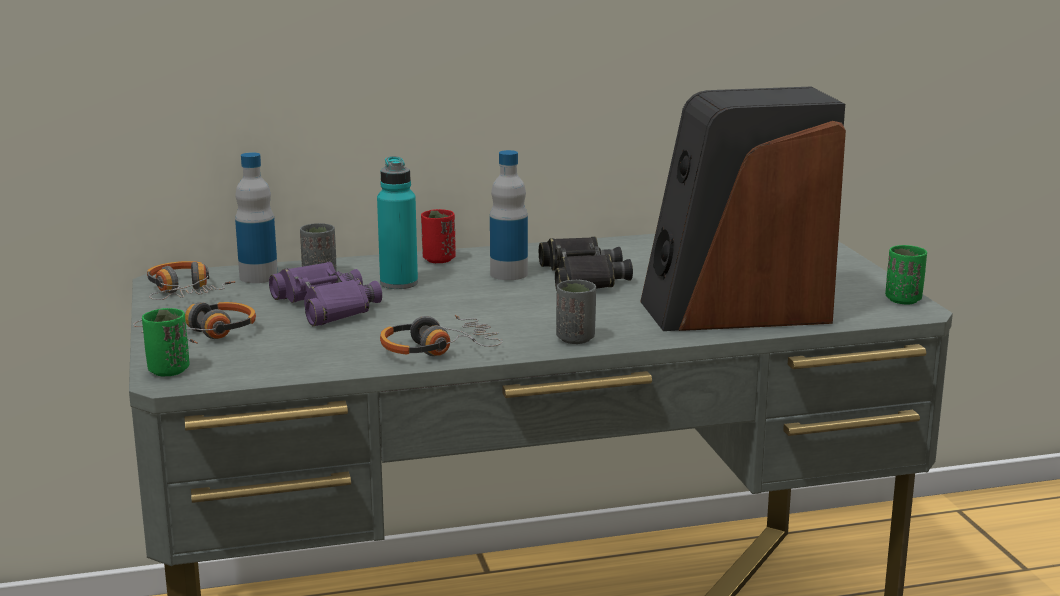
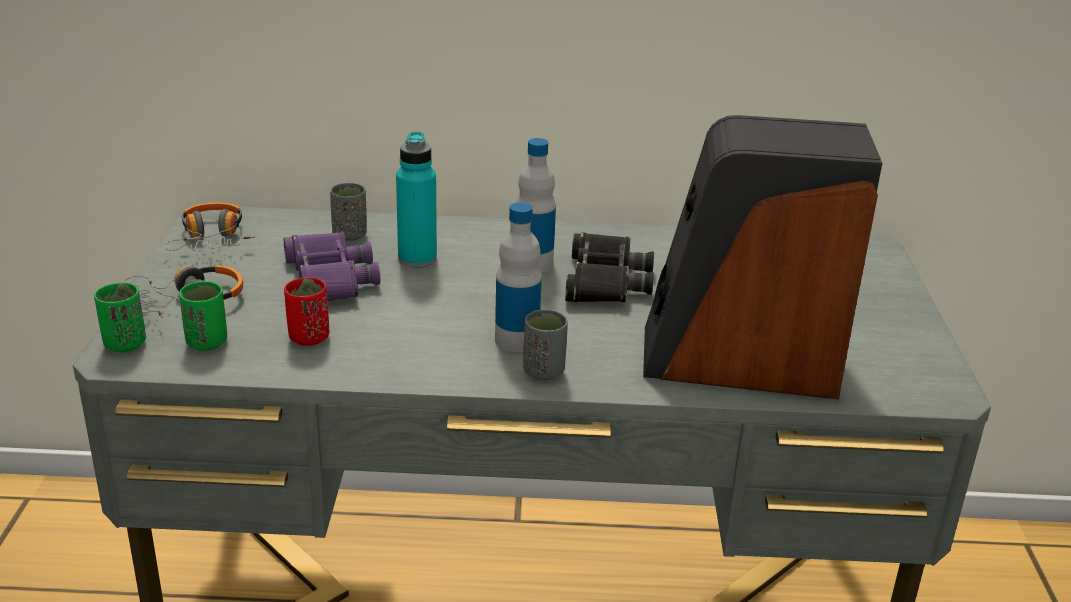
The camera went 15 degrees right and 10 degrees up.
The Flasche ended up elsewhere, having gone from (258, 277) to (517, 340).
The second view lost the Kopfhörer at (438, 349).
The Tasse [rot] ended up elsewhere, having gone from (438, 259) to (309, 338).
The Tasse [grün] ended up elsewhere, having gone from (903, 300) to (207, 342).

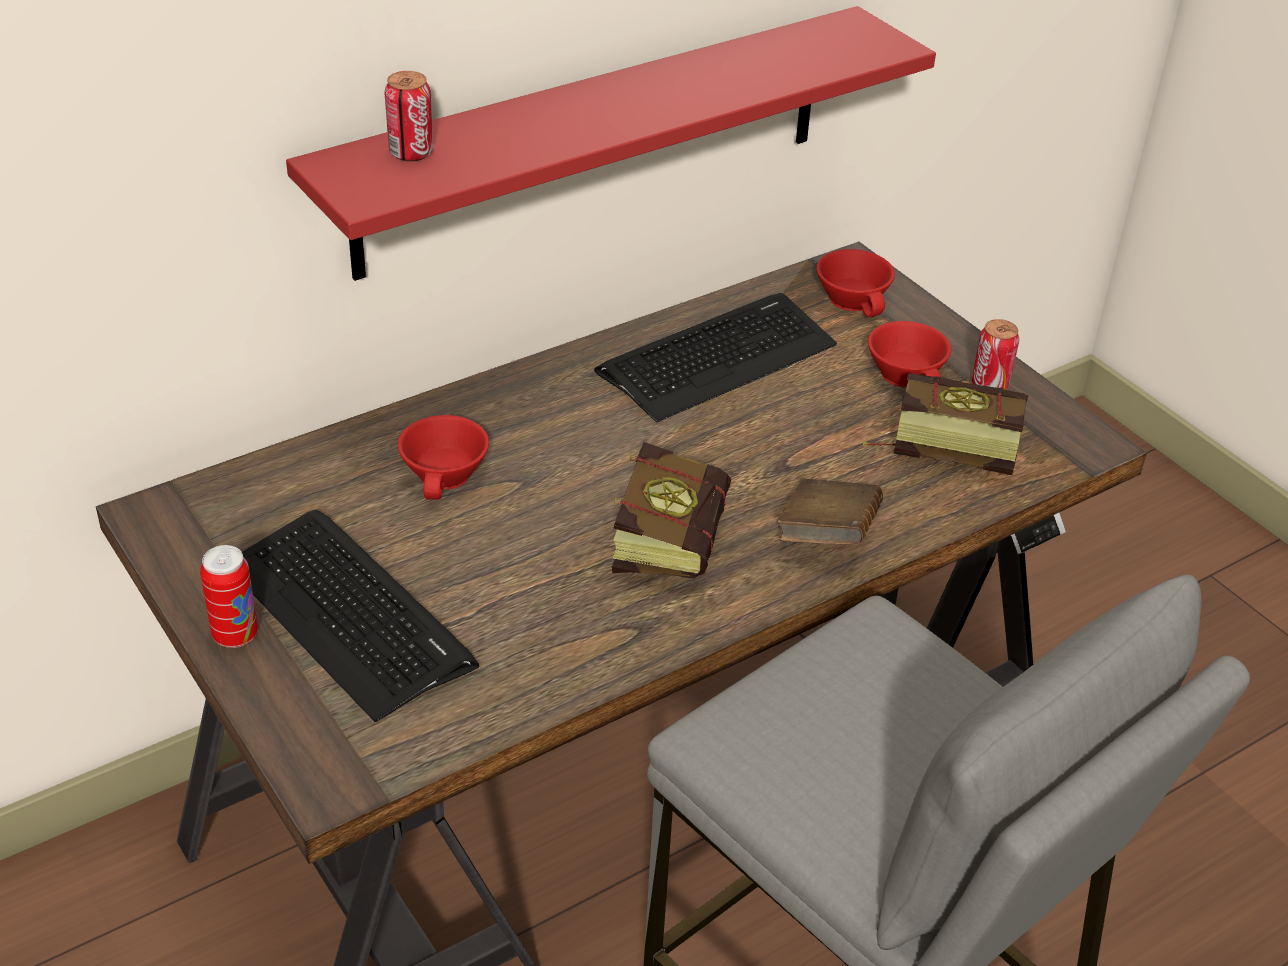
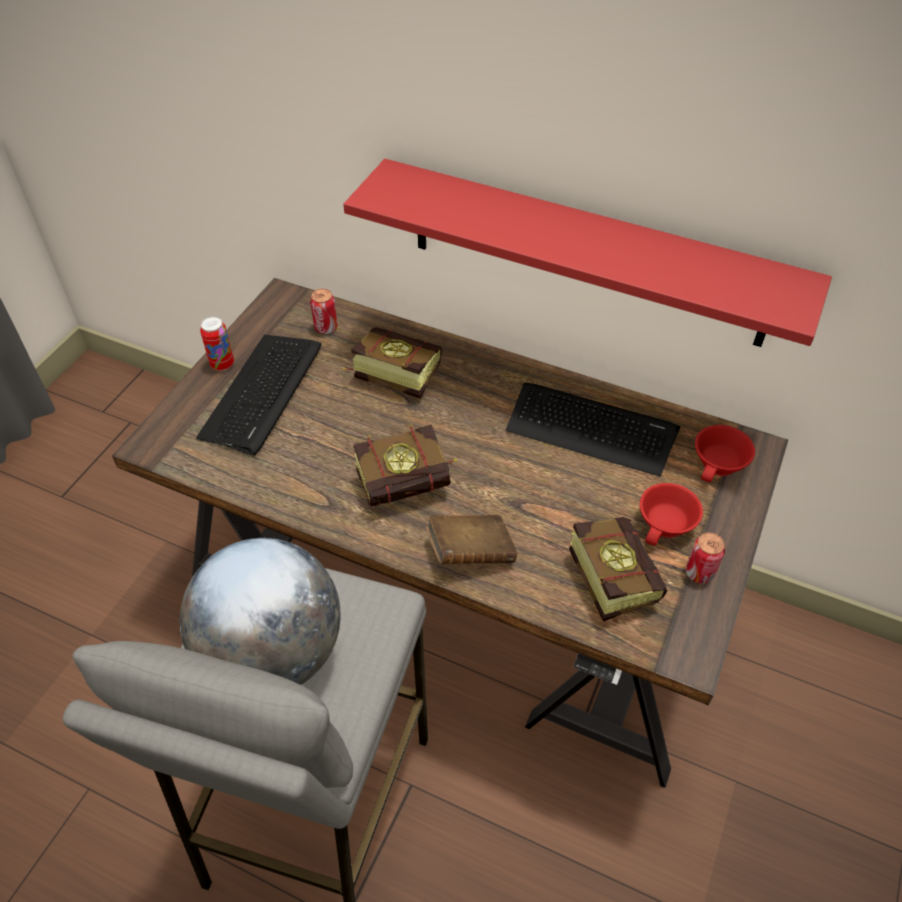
The camera went 60 degrees right and 10 degrees up.
The Dose ended up elsewhere, having gone from (411, 153) to (326, 328).
Where the Tasse [rot] stood at (447, 475), the Buch came to stand at (389, 373).
The second view gained the Globus at (272, 653).

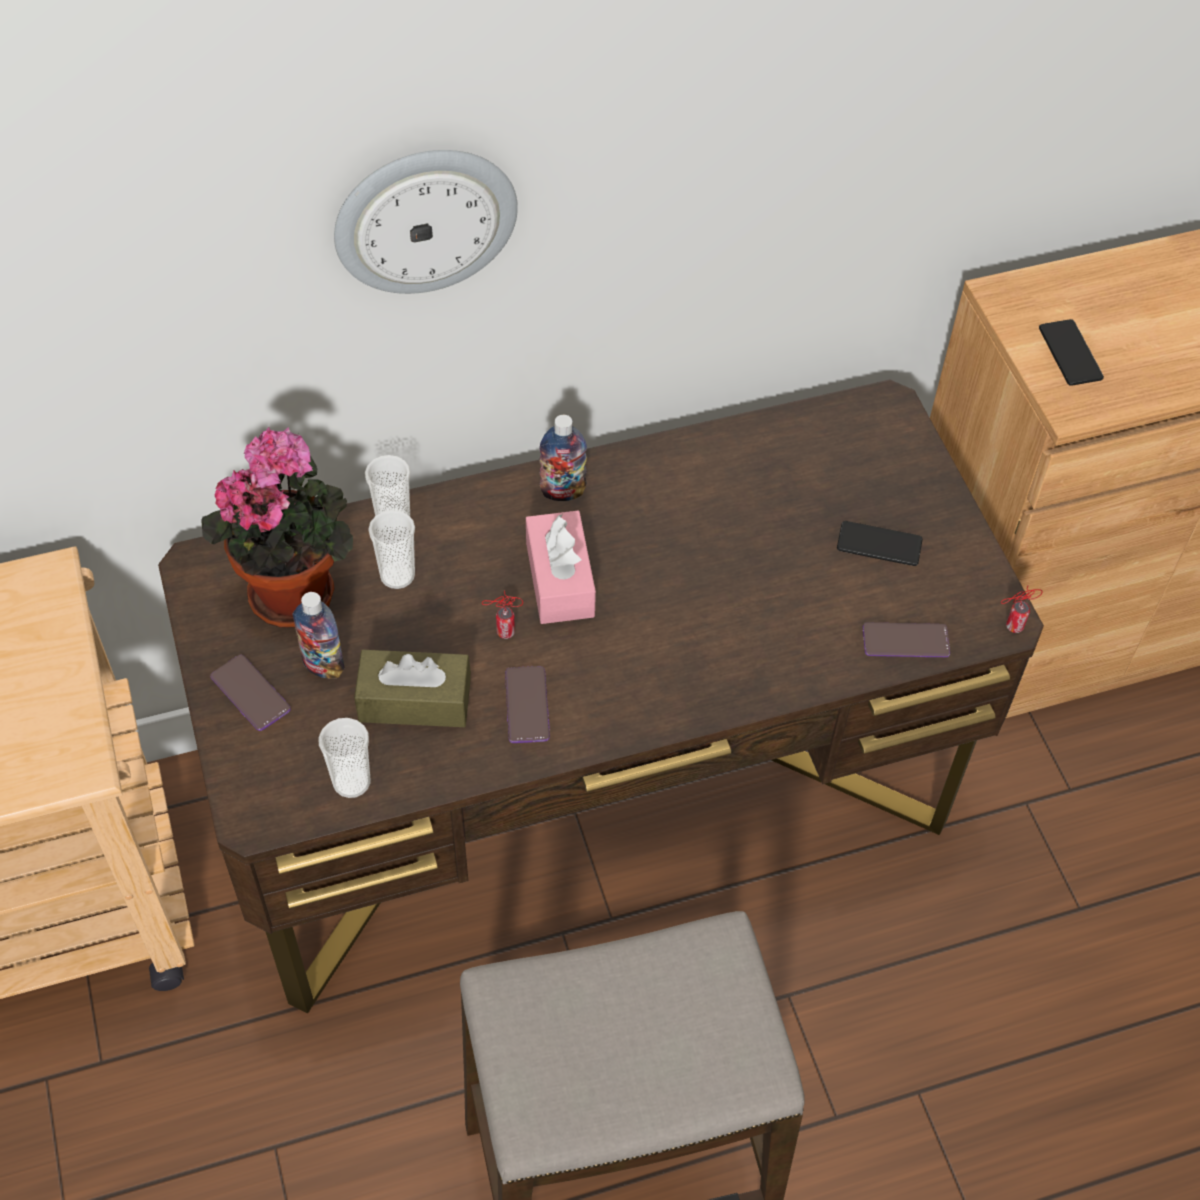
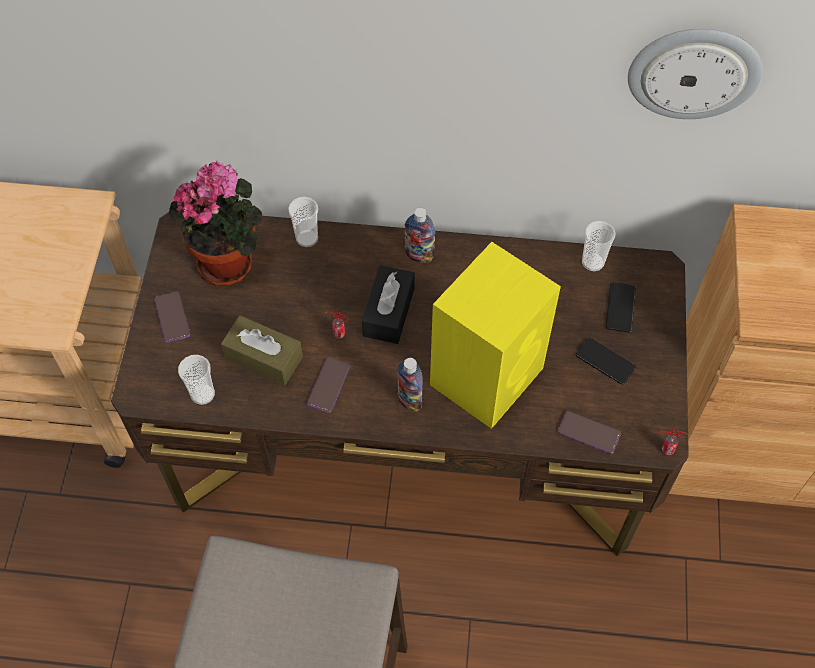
The camera went 25 degrees right and 5 degrees up.
The Flasche ended up elsewhere, having gone from (323, 666) to (409, 400).
The Wanduhr ended up elsewhere, having gone from (425, 219) to (694, 72).
The Tasse ended up elsewhere, having gone from (397, 575) to (592, 262).
What was the Taschentuchbox [rosa] at (560, 580) turned into the Taschentuchbox [schwarz] at (388, 312).
The Handy ended up elsewhere, having gone from (1070, 353) to (620, 307).
The second view gained the Lautsprecher [gelb] at (488, 374).

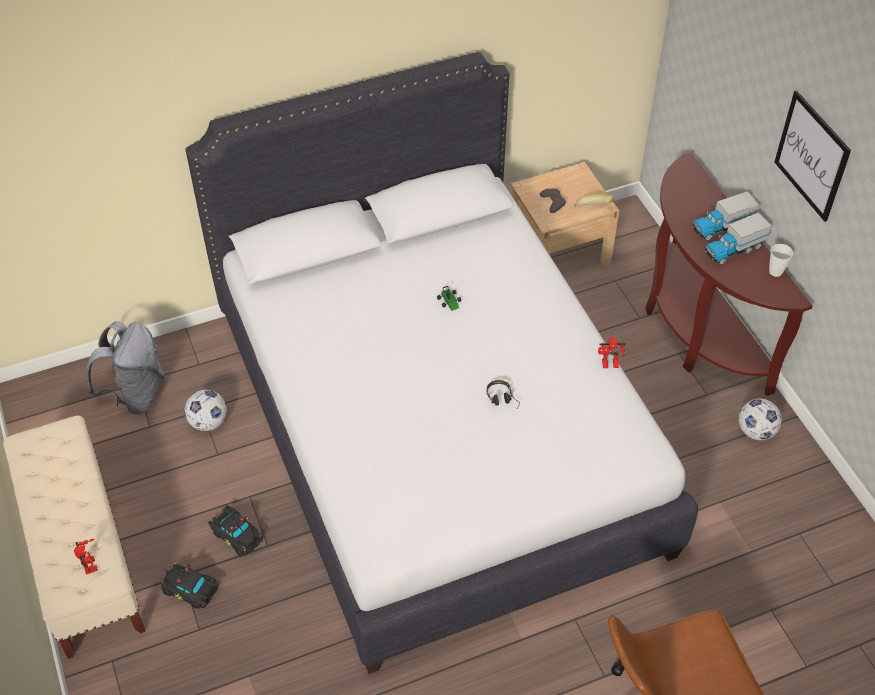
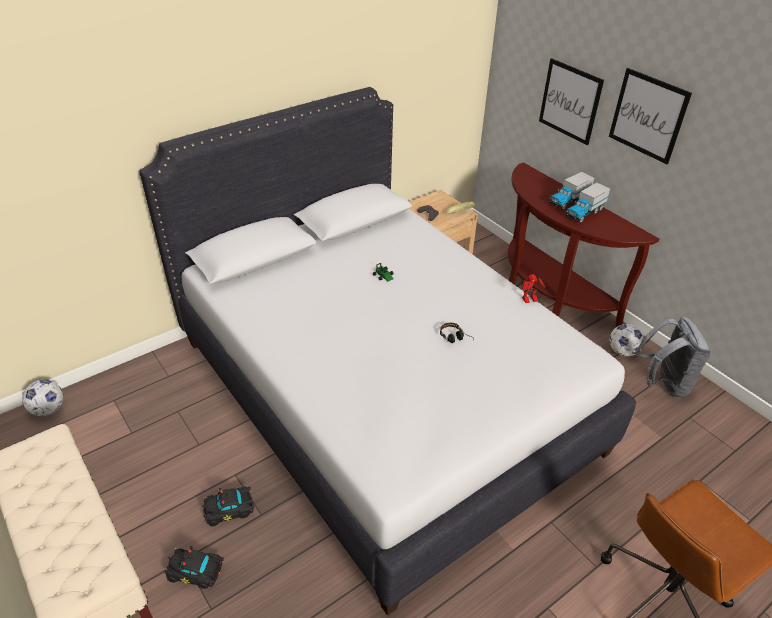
The camera went 15 degrees left and 10 degrees down.
The second view lost the Spielzeugroboter at (92, 566).
The Rucksack [grau] ended up elsewhere, having gone from (136, 394) to (663, 383).
The Fußball ended up elsewhere, having gone from (208, 422) to (48, 409).
The Spielzeugauto [schwarz] at (237, 534) ended up facing another way, 135 degrees clockwise from before.
The second view lost the Tasse at (775, 272).
The second view gained the Bild at (570, 101).

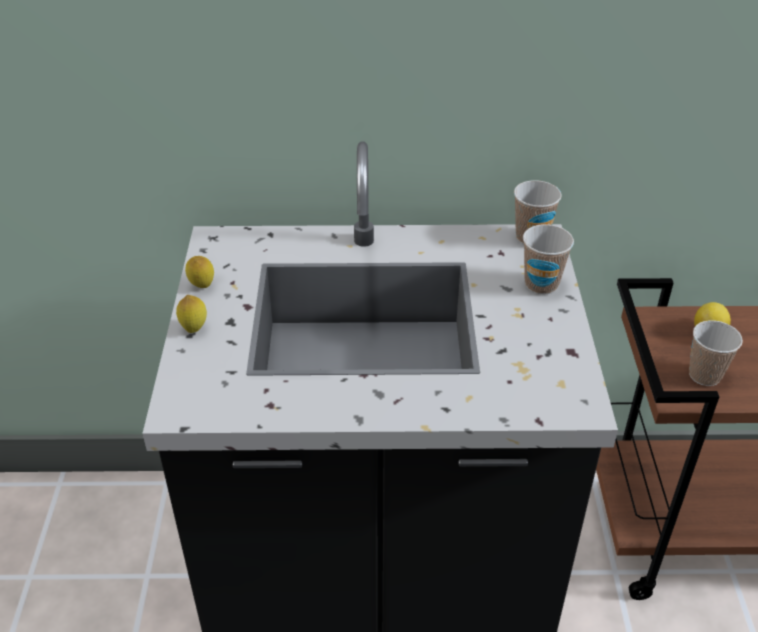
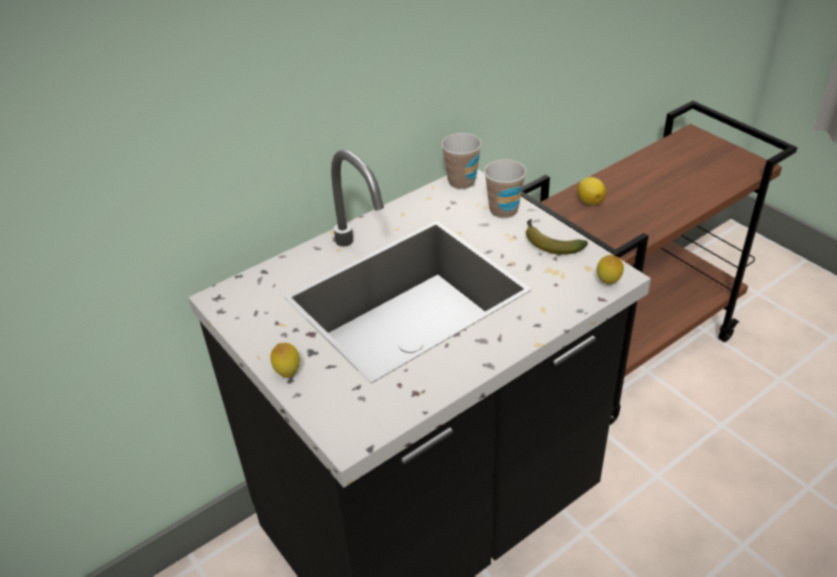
The camera went 35 degrees left and 0 degrees up.
The Zitrone ended up elsewhere, having gone from (202, 287) to (608, 283).
The second view lost the Tasse at (704, 375).
The second view gained the Banane at (549, 243).

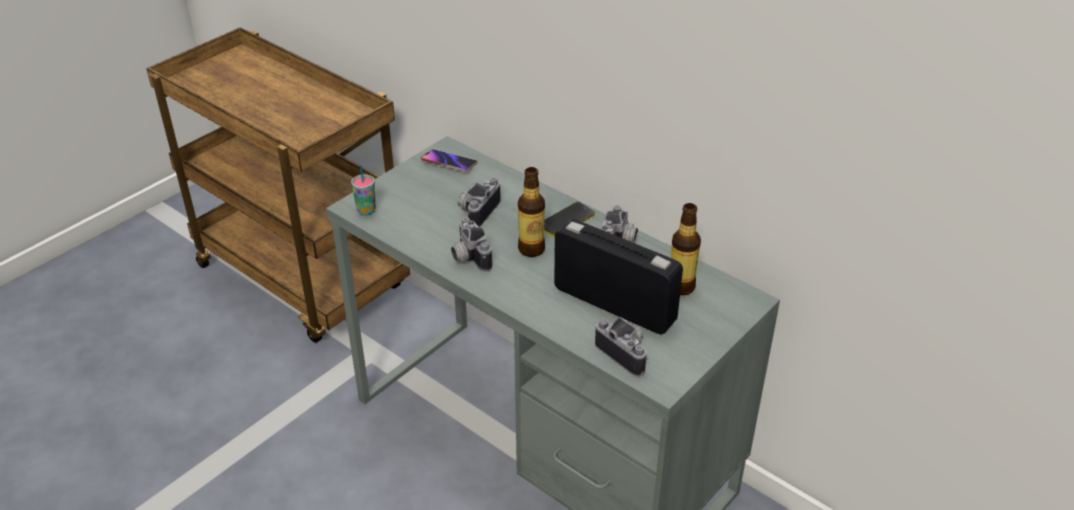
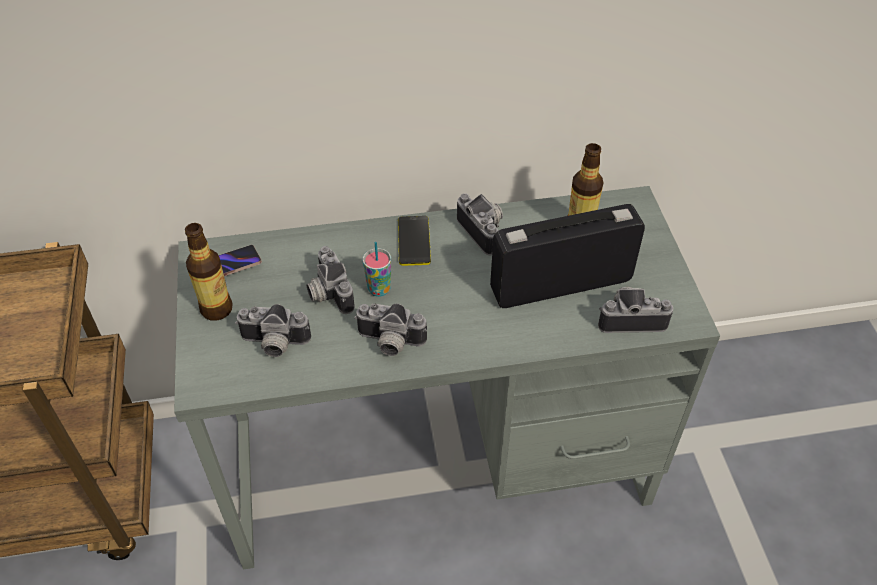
The camera went 50 degrees left and 10 degrees up.
The Tasse ended up elsewhere, having gone from (366, 211) to (379, 289).
The Flasche ended up elsewhere, having gone from (531, 249) to (216, 309).
The second view gained the Kamera at (274, 345).

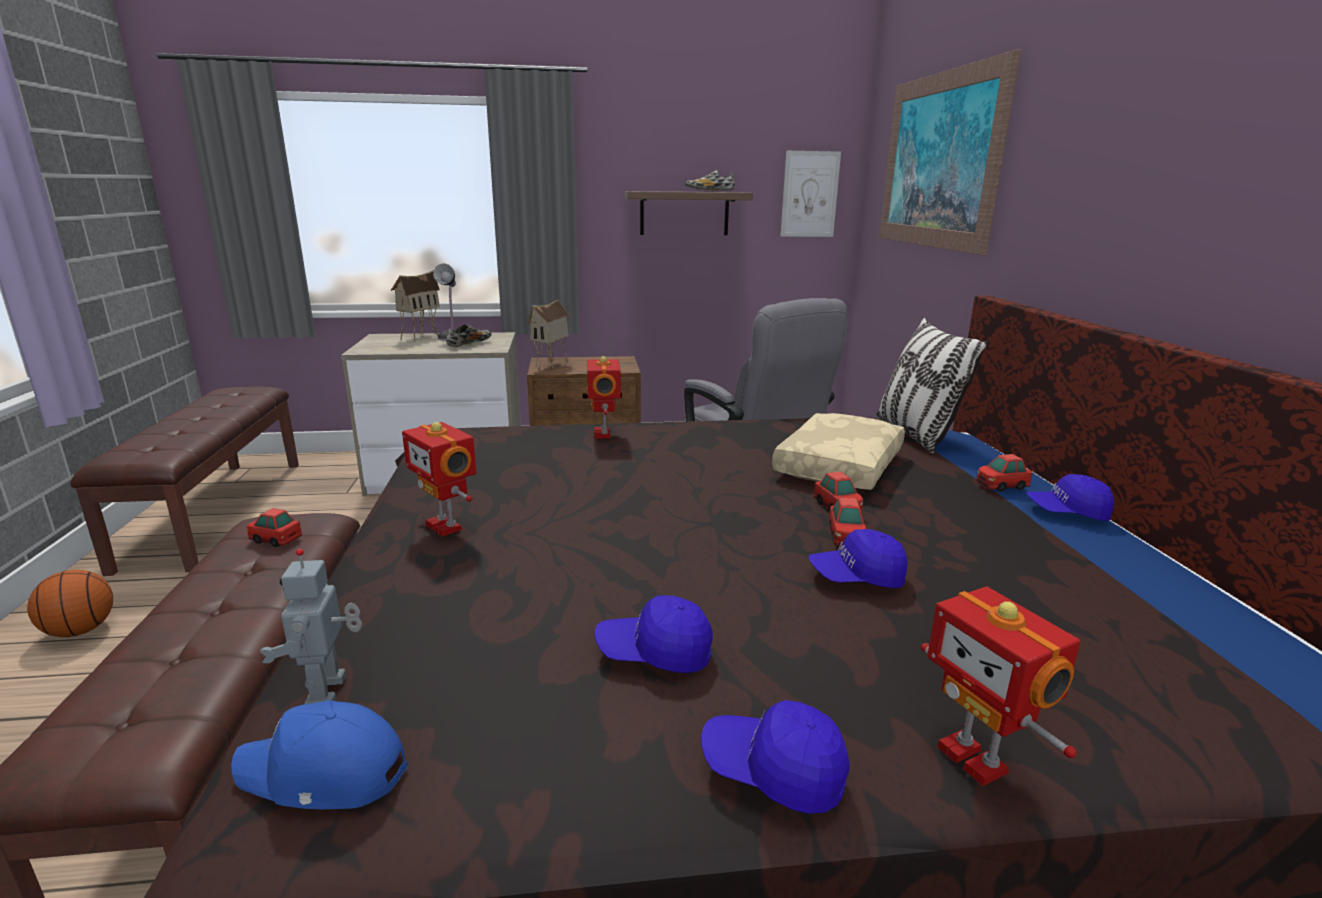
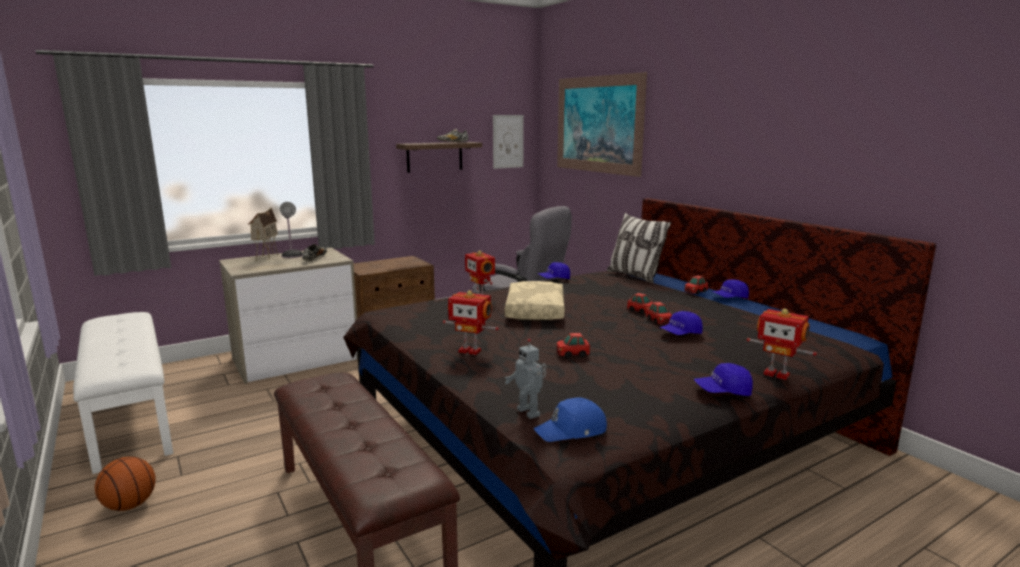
The camera went 25 degrees left and 5 degrees down.
What was the Bank [braun] at (215, 511) turned into the Bank [weiß] at (129, 416).
The Spielzeugauto ended up elsewhere, having gone from (275, 539) to (572, 354).
The second view lost the Spielzeughaus at (552, 365).
The Kappe [blau] ended up elsewhere, having gone from (654, 653) to (554, 279).
The Kissen [beige] ended up elsewhere, having gone from (837, 465) to (534, 310).

